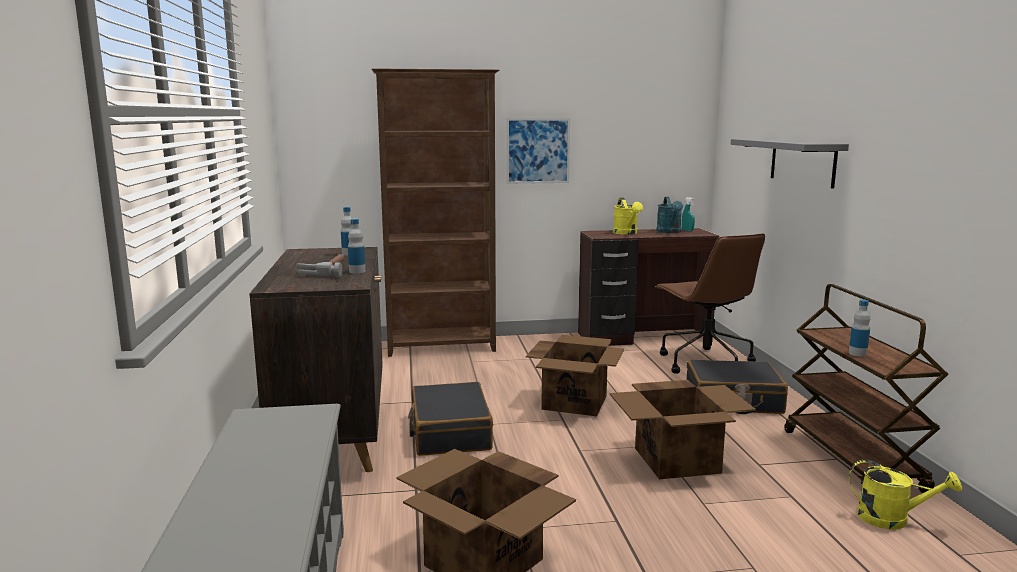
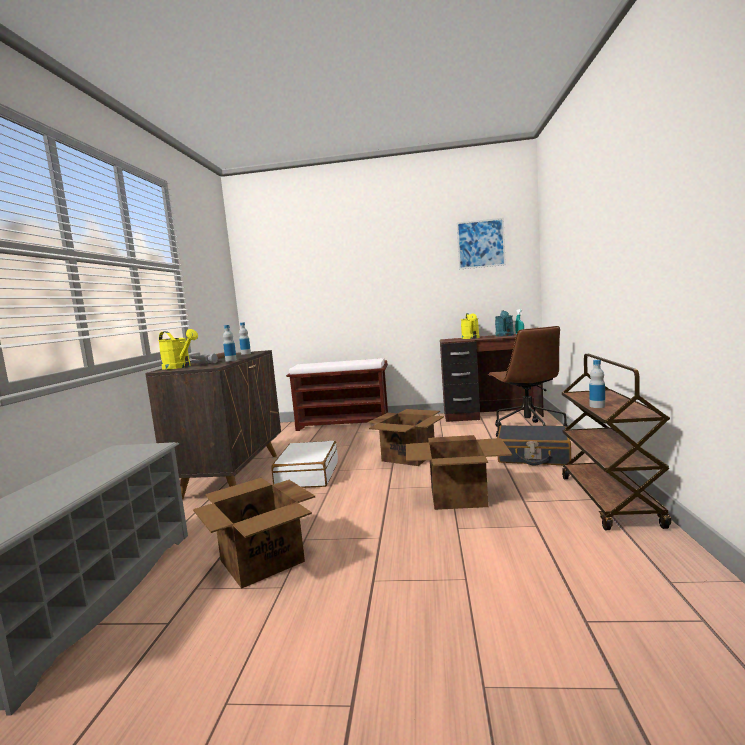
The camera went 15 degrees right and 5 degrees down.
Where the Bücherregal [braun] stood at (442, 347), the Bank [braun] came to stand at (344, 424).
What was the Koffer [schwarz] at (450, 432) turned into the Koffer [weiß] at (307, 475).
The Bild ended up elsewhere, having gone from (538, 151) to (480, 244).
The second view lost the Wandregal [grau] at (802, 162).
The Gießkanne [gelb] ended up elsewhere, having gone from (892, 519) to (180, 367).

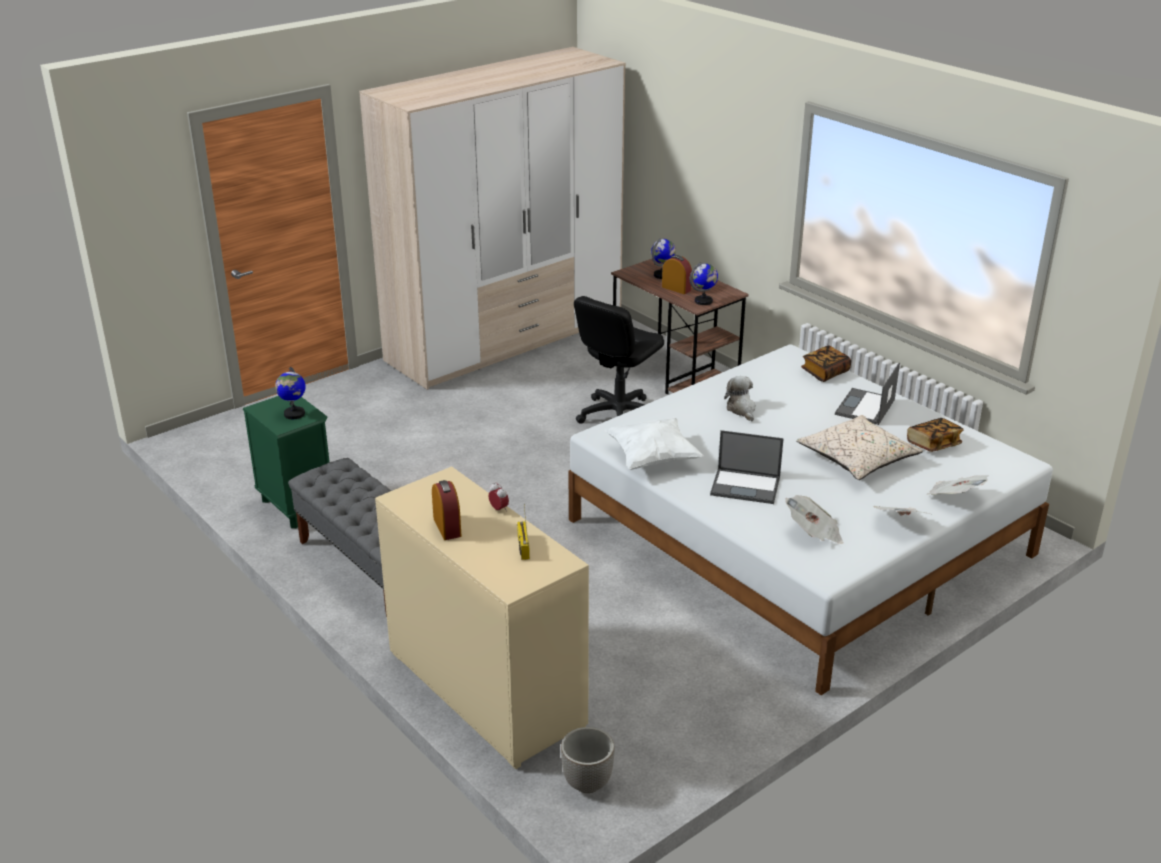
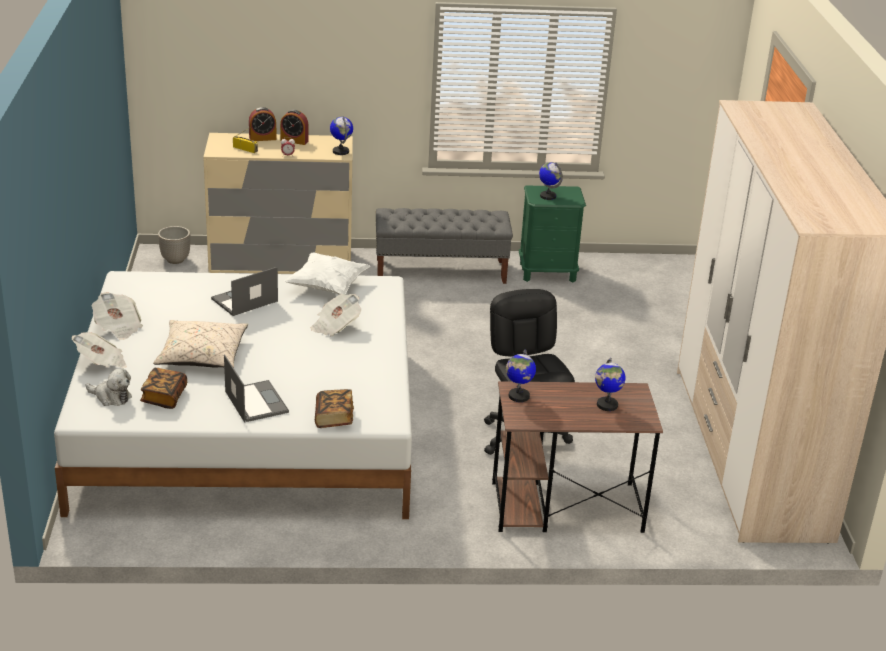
The camera went 125 degrees right and 0 degrees up.
The Wecker ended up elsewhere, having gone from (676, 288) to (262, 138).
The Plüschtier ended up elsewhere, having gone from (741, 409) to (111, 397).
The Zeitung ended up elsewhere, having gone from (814, 533) to (335, 326).
The second view gained the Globus at (341, 151).

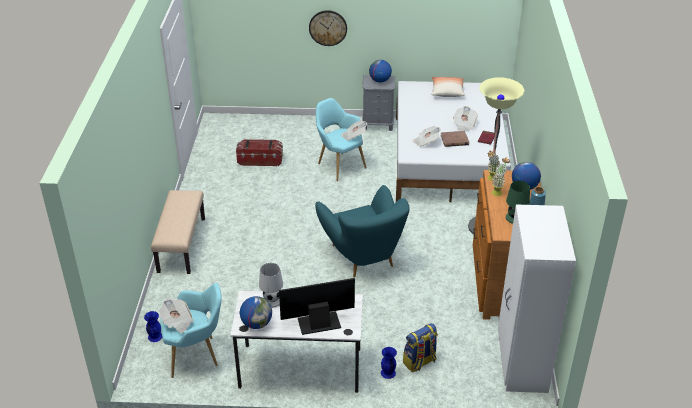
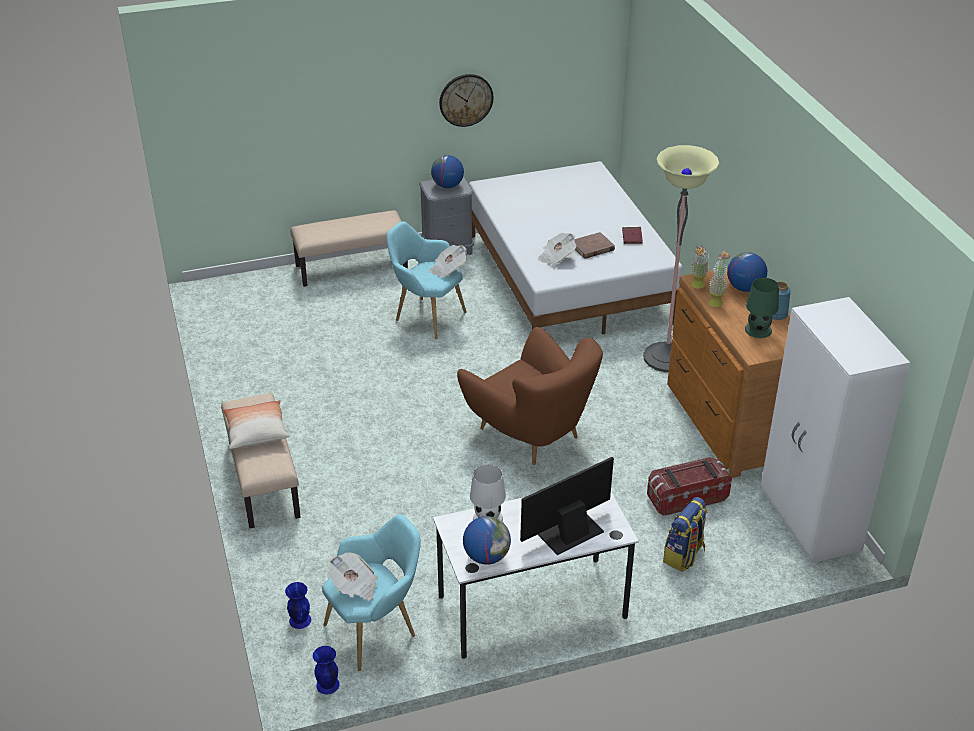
The camera went 20 degrees left and 0 degrees up.
The Aufbewahrungsbox ended up elsewhere, having gone from (260, 160) to (686, 498).
The Wanduhr ended up elsewhere, having gone from (328, 28) to (466, 100).
What was the Sessel [türkis] at (363, 256) turned into the Sessel [braun] at (531, 434).
The Vase [blau] ended up elsewhere, having gone from (388, 373) to (327, 685).
The Kissen ended up elsewhere, having gone from (447, 92) to (256, 432).
The second view lost the Zeitung at (464, 125).
The second view gained the Bank [beige] at (352, 267).

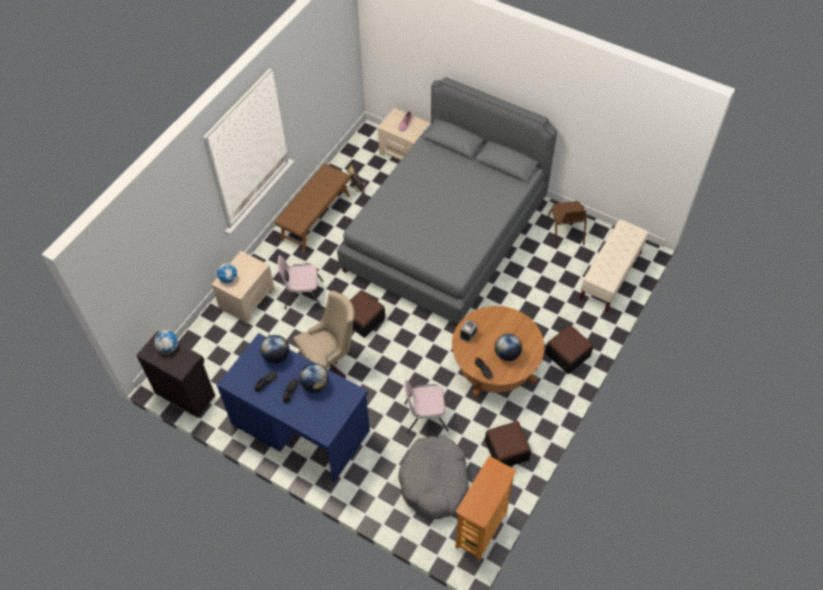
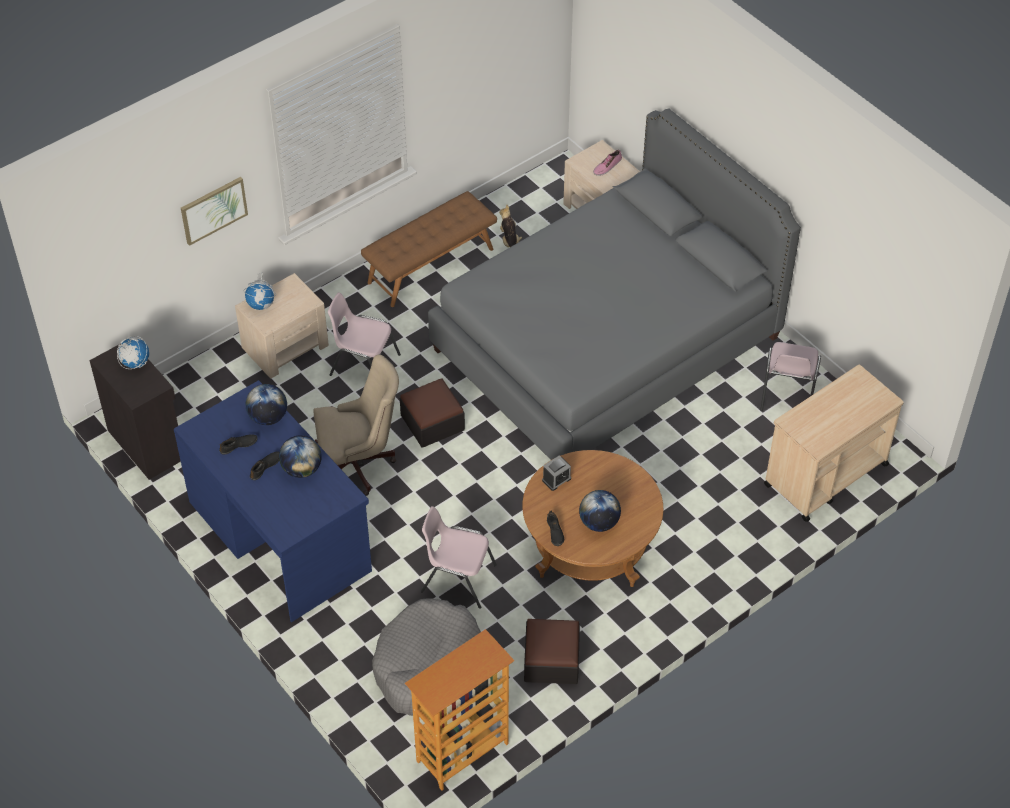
The camera went 20 degrees right and 5 degrees down.
The second view lost the Polsterhocker at (567, 354).
What was the Stuhl [braun] at (565, 233) turned into the Stuhl [rosa] at (787, 393).
Where the Bank [beige] stood at (610, 276), the Rollwagen [beige] came to stand at (825, 475).
The second view gained the Bild at (213, 210).

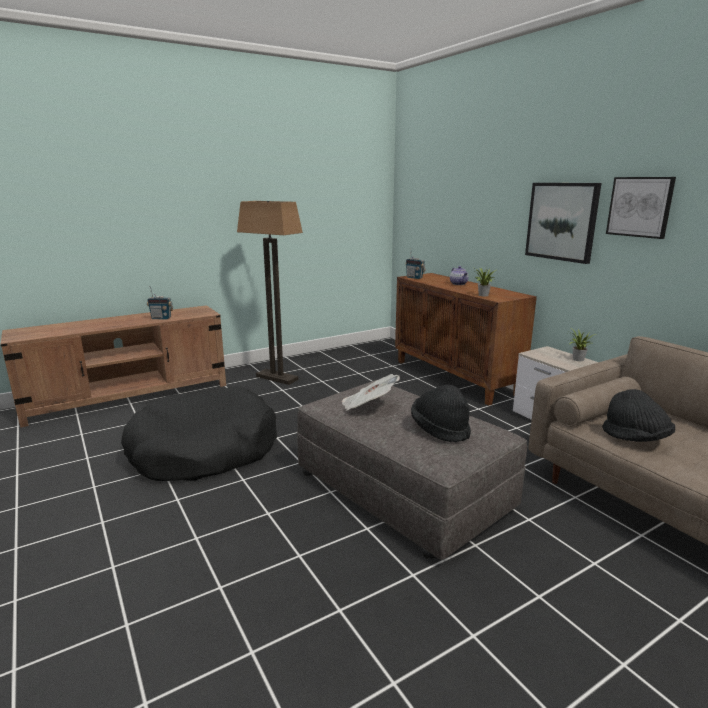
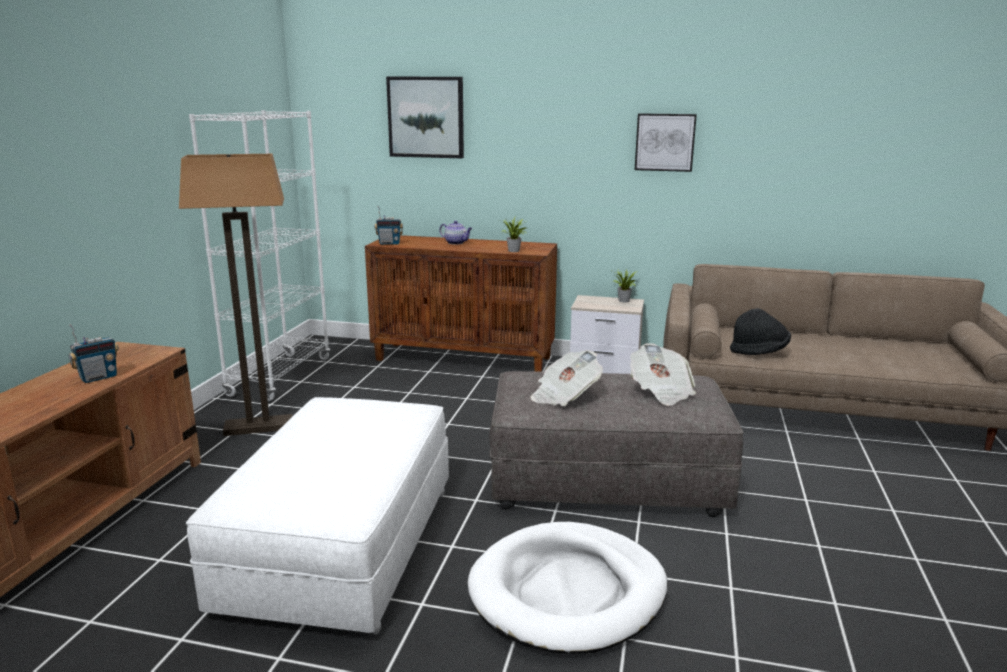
The camera went 45 degrees left and 0 degrees up.
Where the Hundebett [schwarz] stood at (204, 450), the Polsterhocker [weiß] came to stand at (341, 544).
Where the Hut [schwarz] stood at (440, 429), the Zeitung came to stand at (661, 391).
The Bild ended up elsewhere, having gone from (562, 221) to (426, 117).
The second view gained the Bücherregal [weiß] at (280, 377).
The second view gained the Hundebett [weiß] at (568, 592).

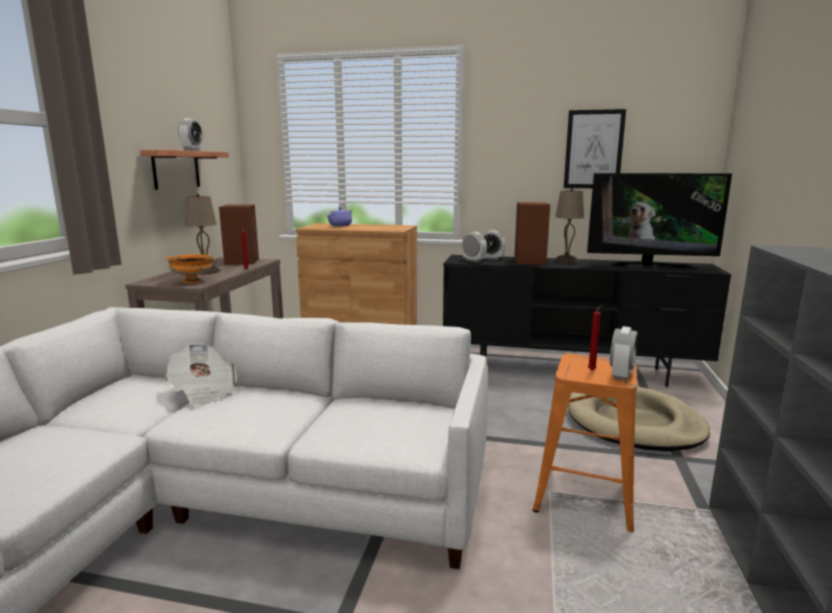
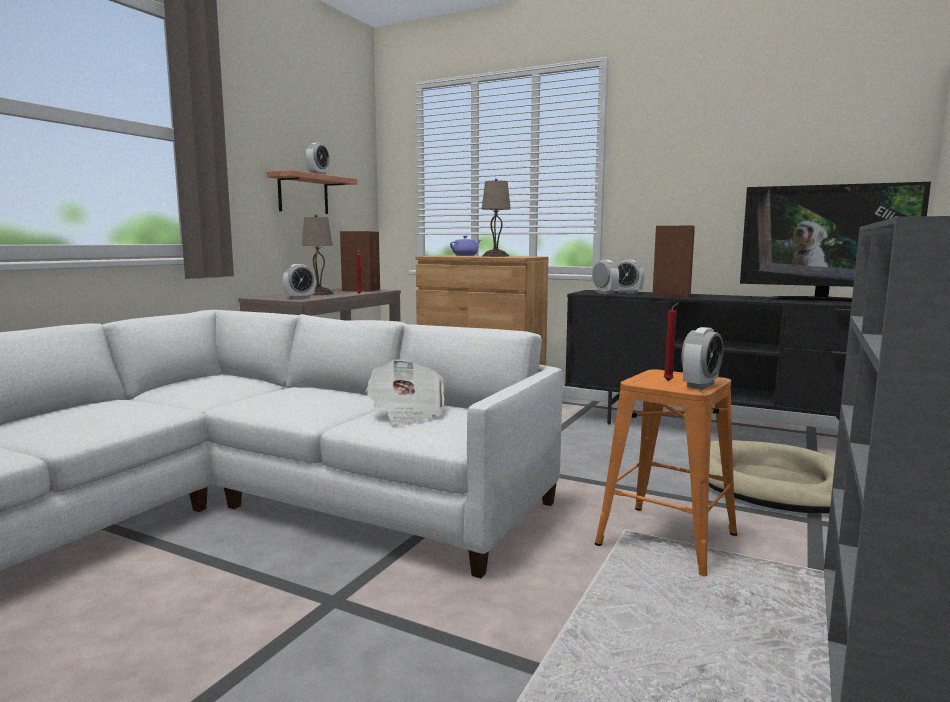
The camera went 15 degrees right and 5 degrees down.
The Zeitung ended up elsewhere, having gone from (204, 391) to (406, 413).
Where the Schüssel [orange] stood at (192, 281), the Wecker came to stand at (299, 298).
The Tischlampe [beige] ended up elsewhere, having gone from (566, 261) to (495, 256).
The second view lost the Bild at (593, 149).

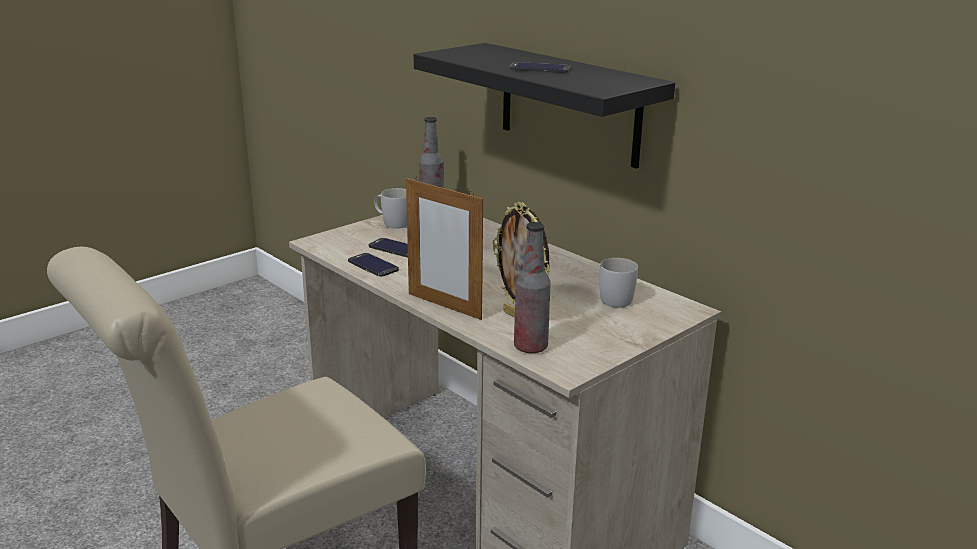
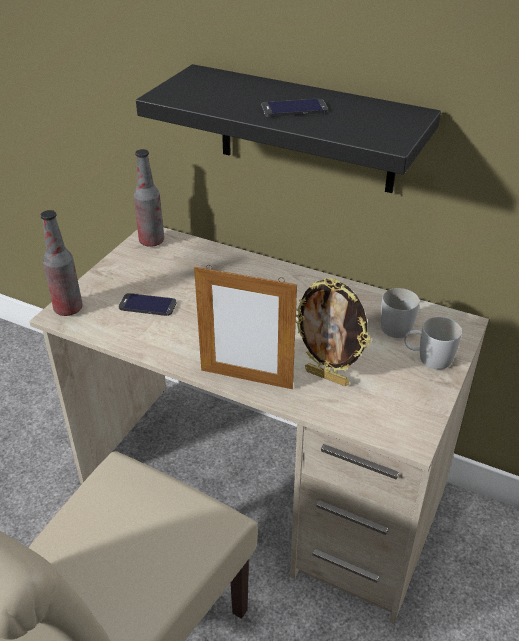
The camera went 20 degrees left and 15 degrees up.
The second view lost the Handy at (373, 265).
The Henkelbecher [weiß] ended up elsewhere, having gone from (392, 222) to (428, 358).
The Flasche ended up elsewhere, having gone from (530, 347) to (68, 309).

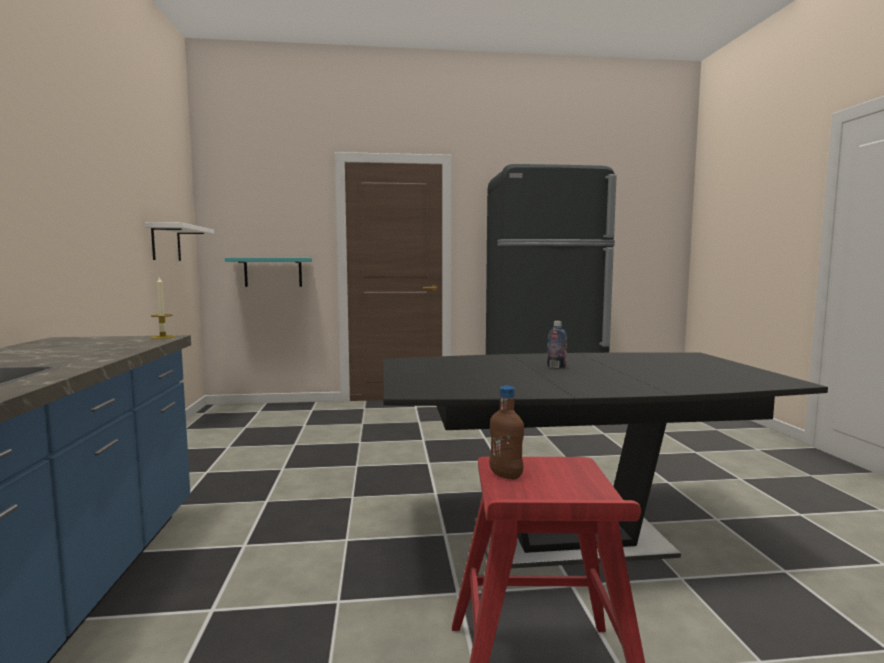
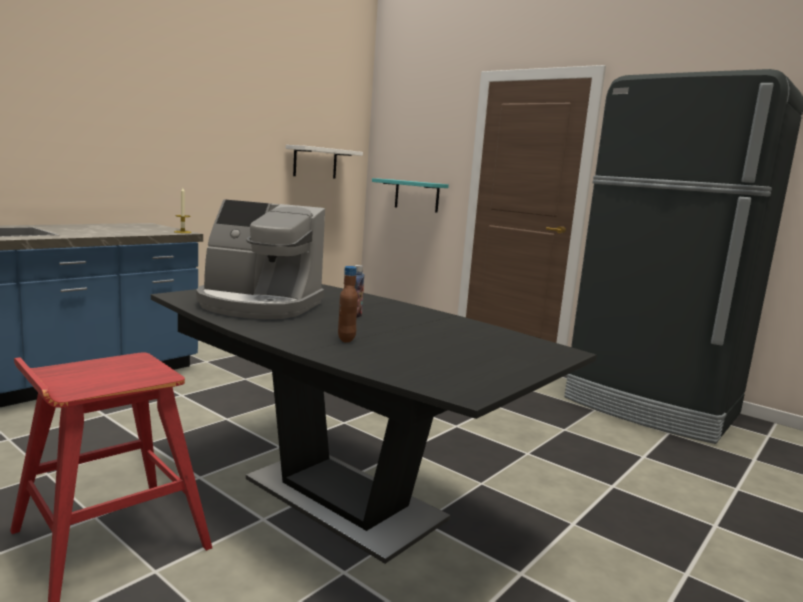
The camera went 45 degrees right and 5 degrees up.
The Flasche [braun] ended up elsewhere, having gone from (506, 475) to (346, 339).
The second view gained the Kaffeemaschine at (258, 305).

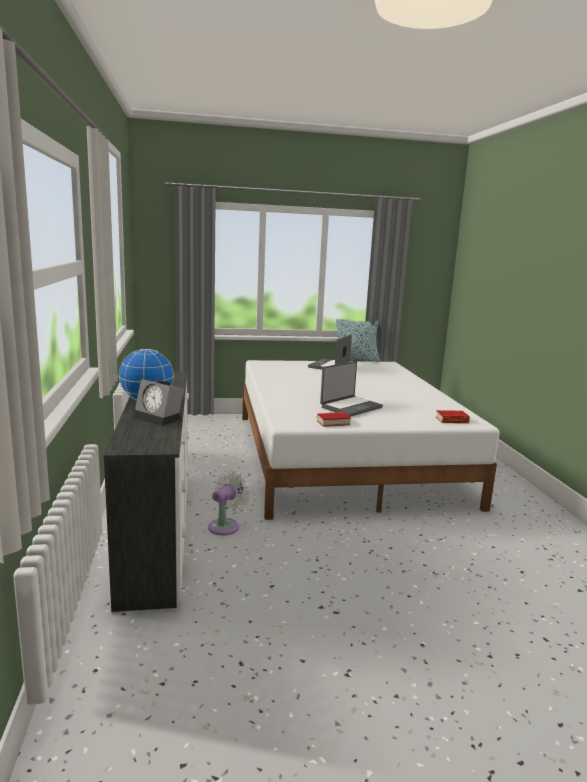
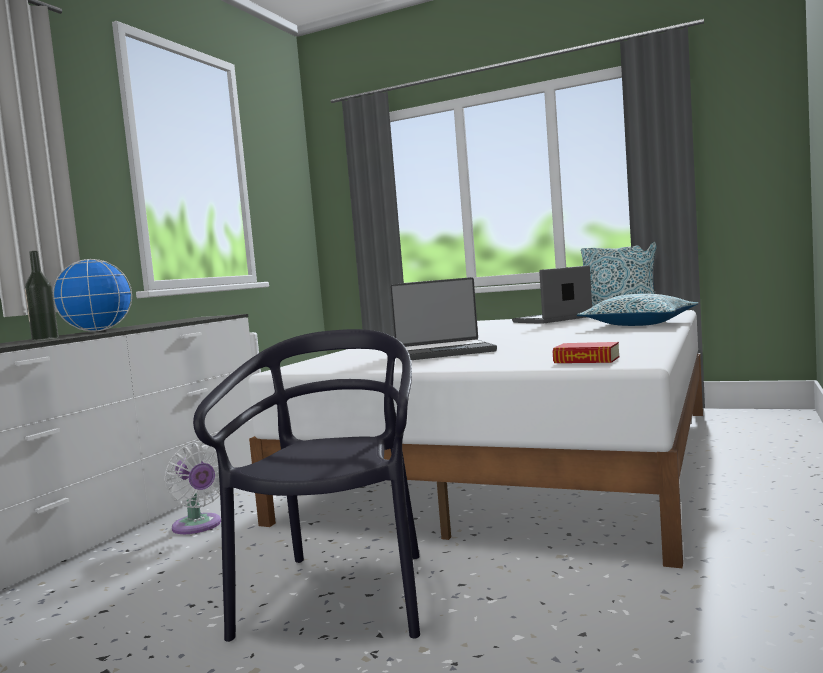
The camera went 35 degrees right and 10 degrees down.
Where the Wecker stood at (160, 418), the Flasche came to stand at (45, 339).
The Ventilator [weiß] at (226, 526) ended up facing another way, 75 degrees clockwise from before.
The second view lost the Buch at (333, 422).
The second view gained the Stuhl [schwarz] at (340, 596).
The second view gained the Kissen at (639, 324).

